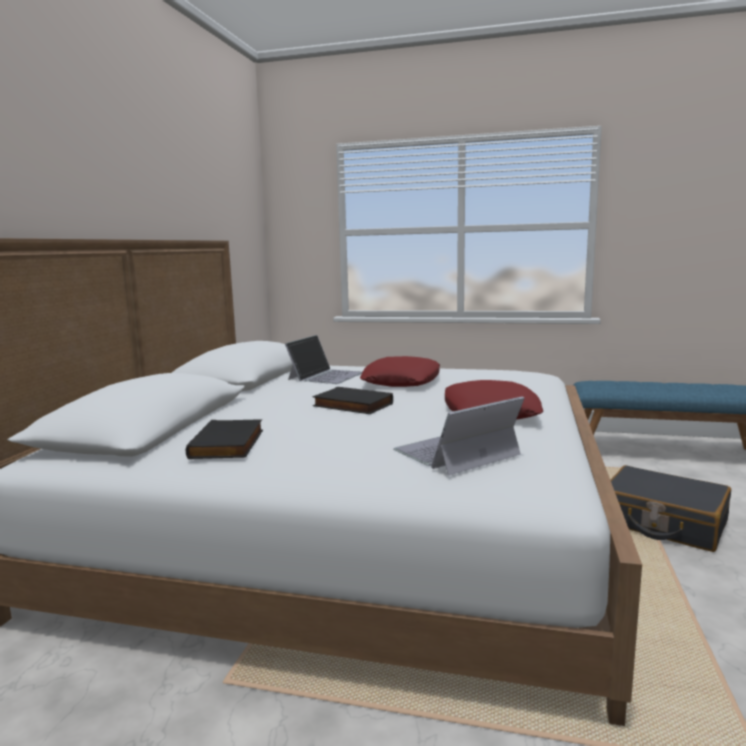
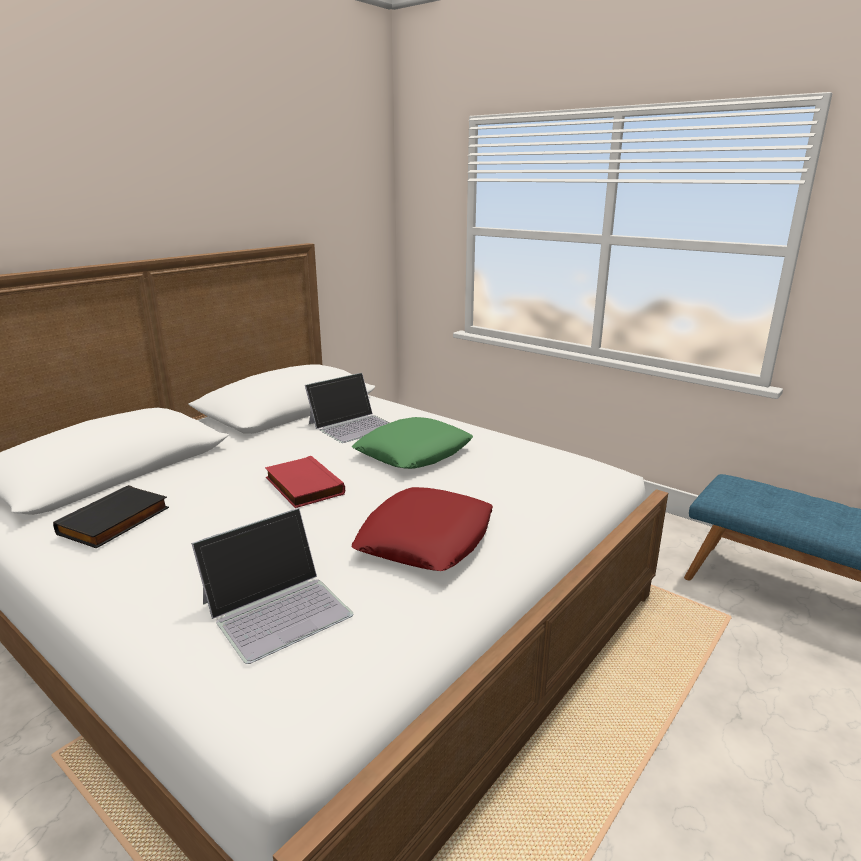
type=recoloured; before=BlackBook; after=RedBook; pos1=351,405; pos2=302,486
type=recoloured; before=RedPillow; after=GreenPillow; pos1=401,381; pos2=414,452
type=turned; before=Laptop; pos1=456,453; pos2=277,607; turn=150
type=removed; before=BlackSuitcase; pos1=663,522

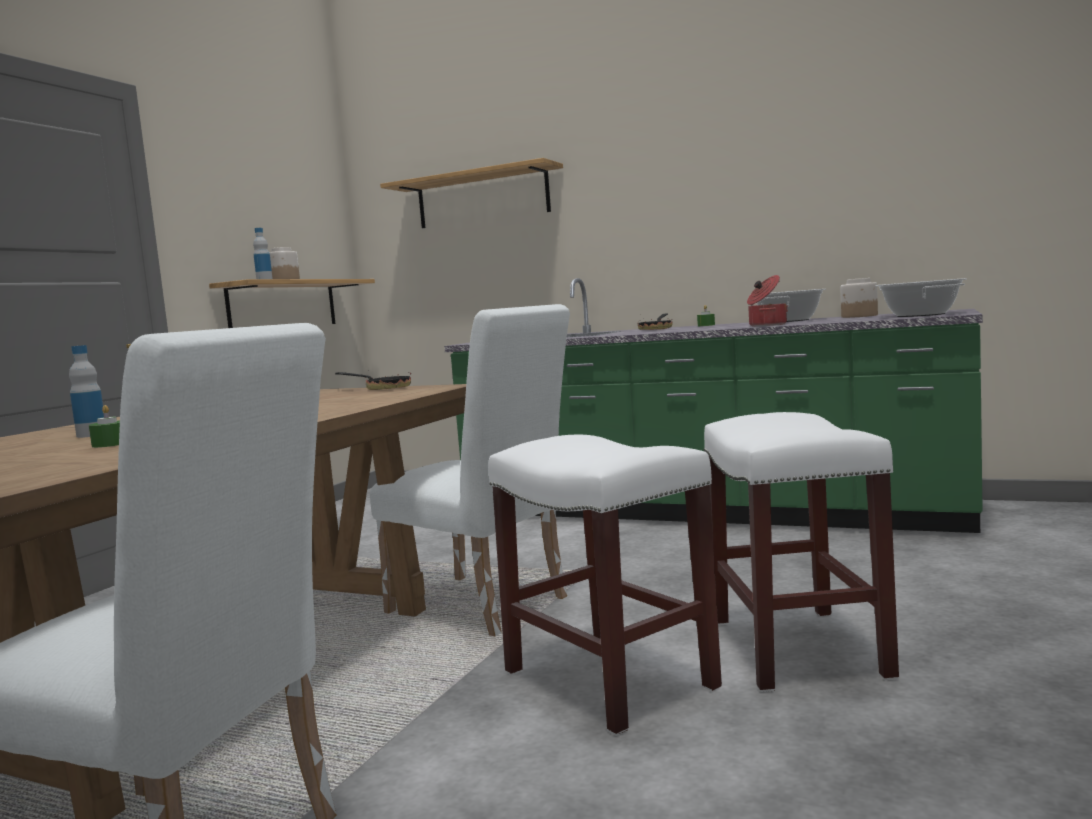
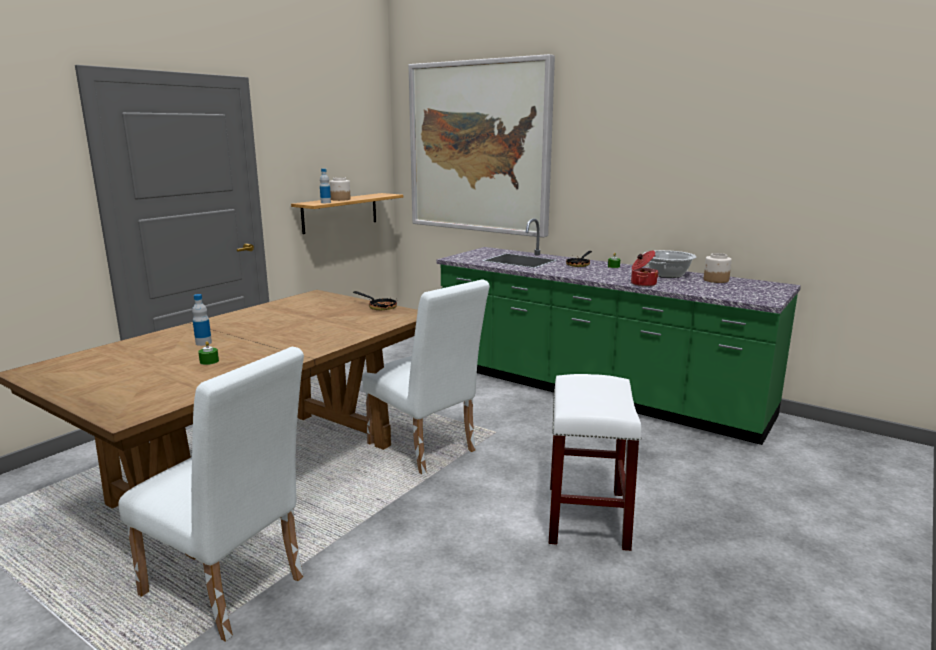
type=replaced; before=Shelf; after=Picture; pos1=482,198; pos2=479,147
type=removed; before=WhiteStool; pos1=606,679
type=removed; before=CookingPot; pos1=920,315

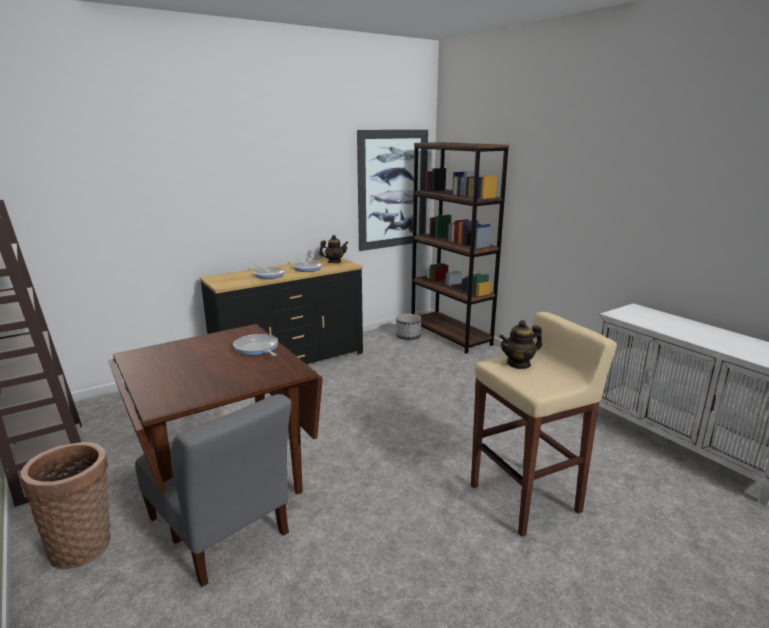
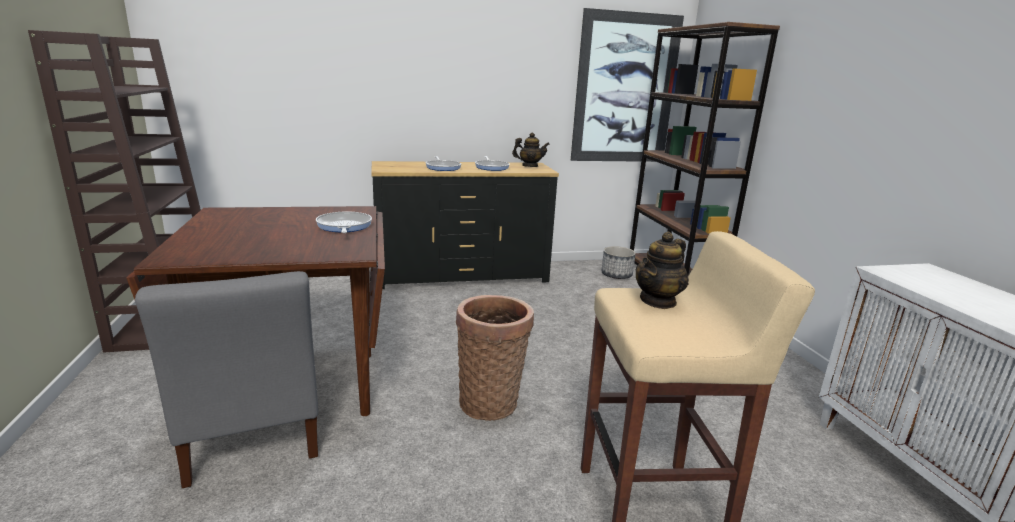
type=moved; before=Basket; pos1=83,544; pos2=491,401
type=turned; before=Teapot; pos1=519,364; pos2=658,301; turn=-45

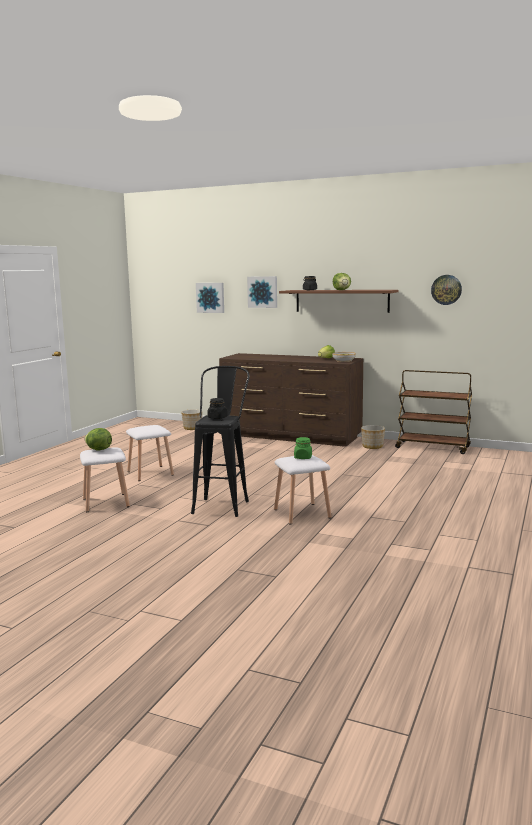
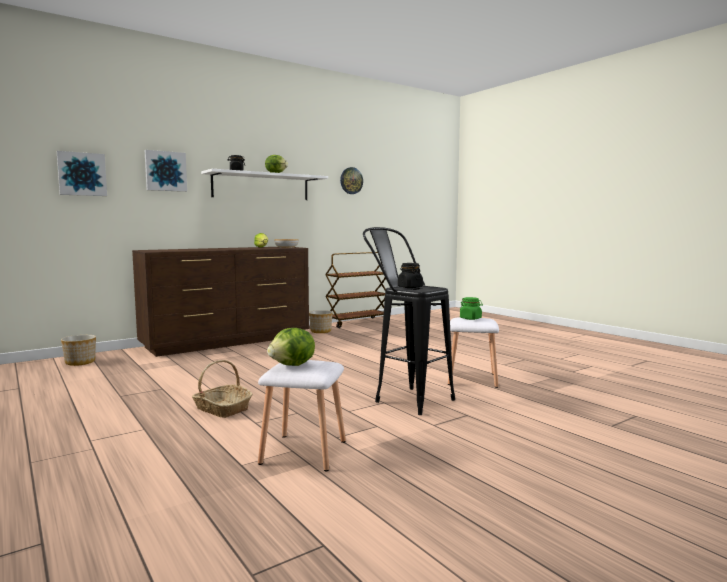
type=replaced; before=WhiteStool; after=Basket; pos1=151,473; pos2=222,409
type=recoloured; before=BrownShelf; after=WhiteShelf; pos1=342,301; pos2=261,186

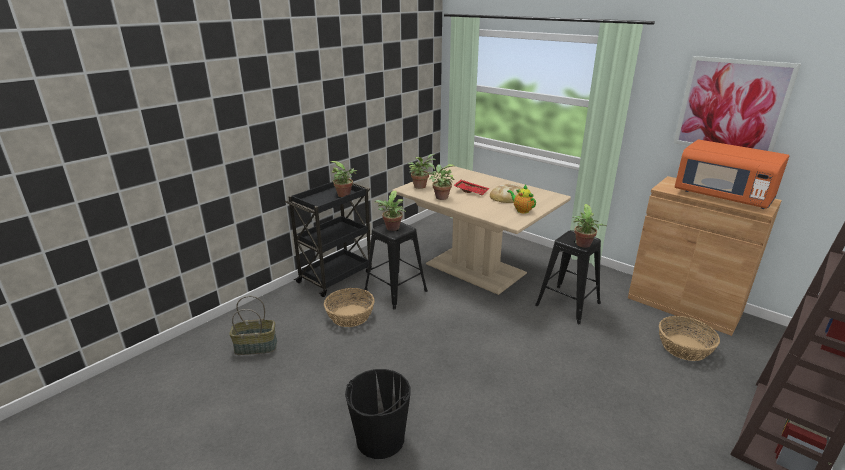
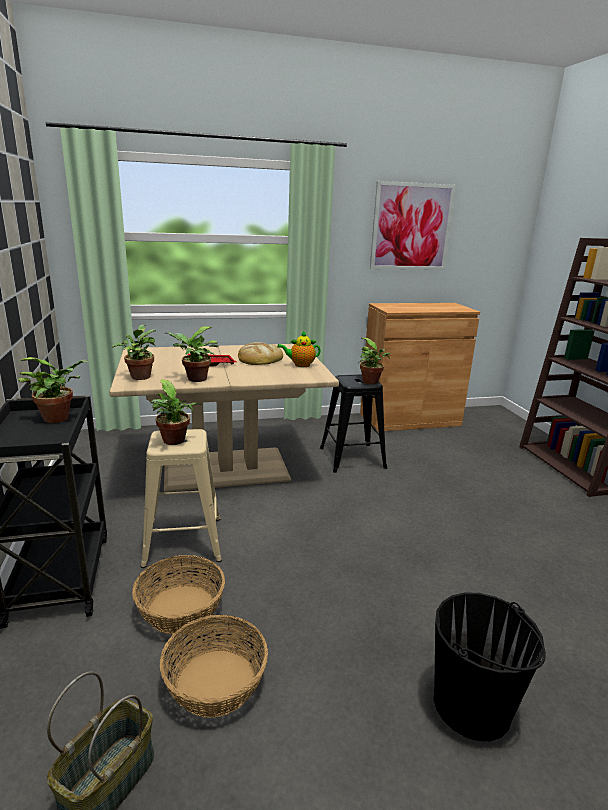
type=recoloured; before=BlackStool; after=BeigeStool; pos1=394,291; pos2=182,541
type=moved; before=Basket; pos1=684,347; pos2=216,681
type=removed; before=OrangeMicrowave; pos1=723,196

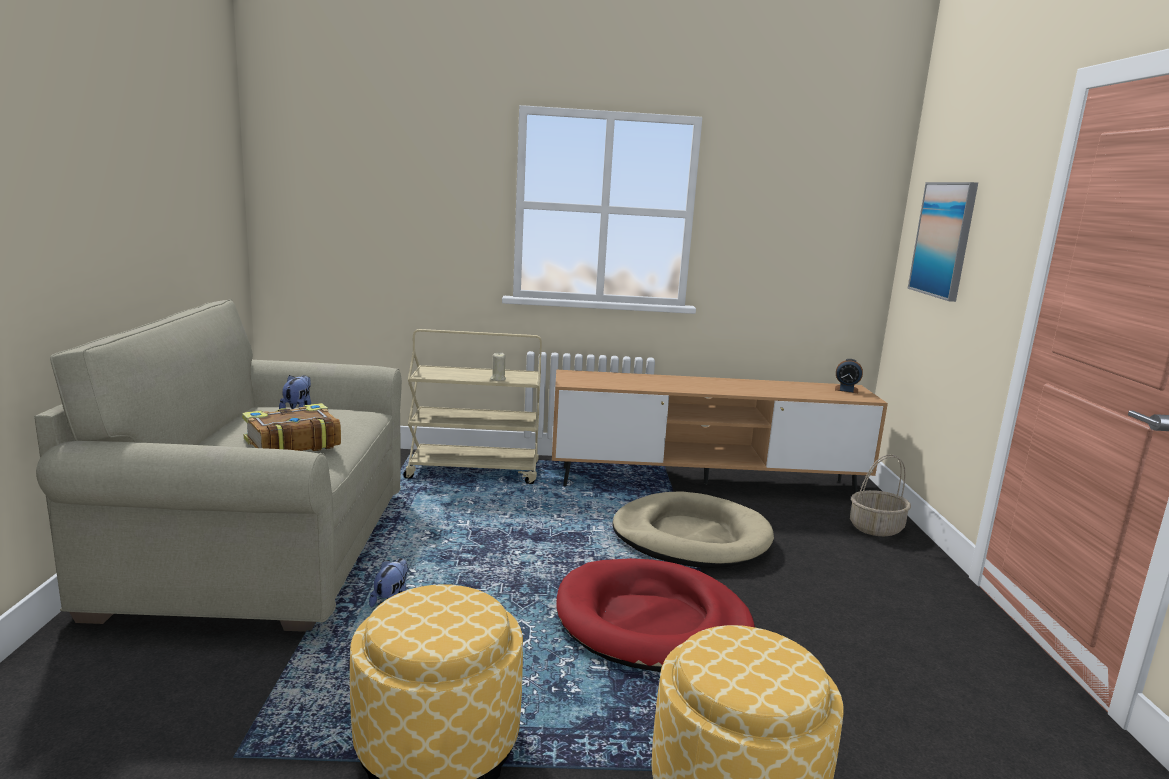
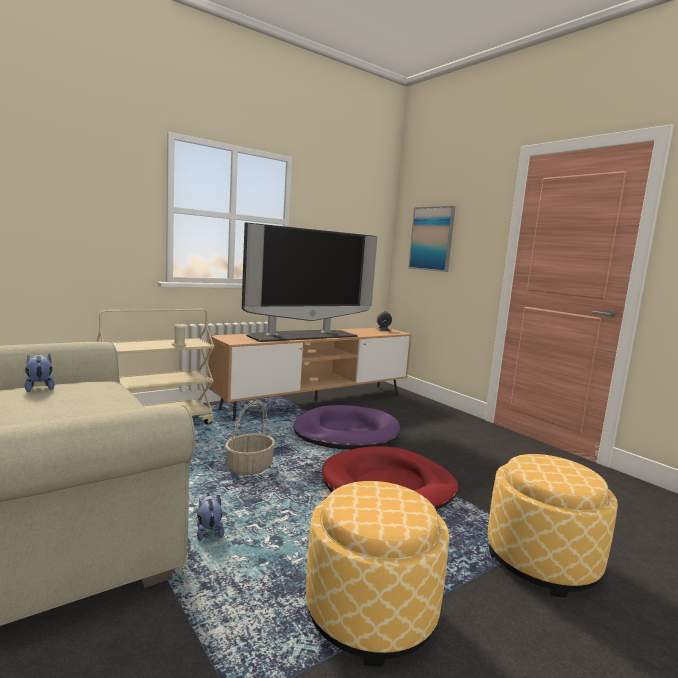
type=removed; before=Book; pos1=291,443
type=recoloured; before=BeigeDogBed; after=PurpleDogBed; pos1=691,537; pos2=346,432
type=moved; before=Basket; pos1=876,528; pos2=249,467
type=added; after=Television; pos2=303,335

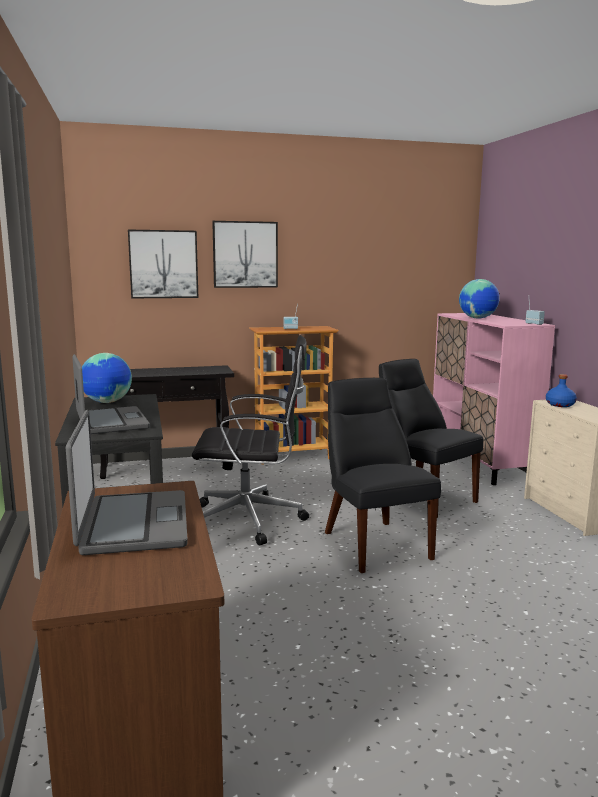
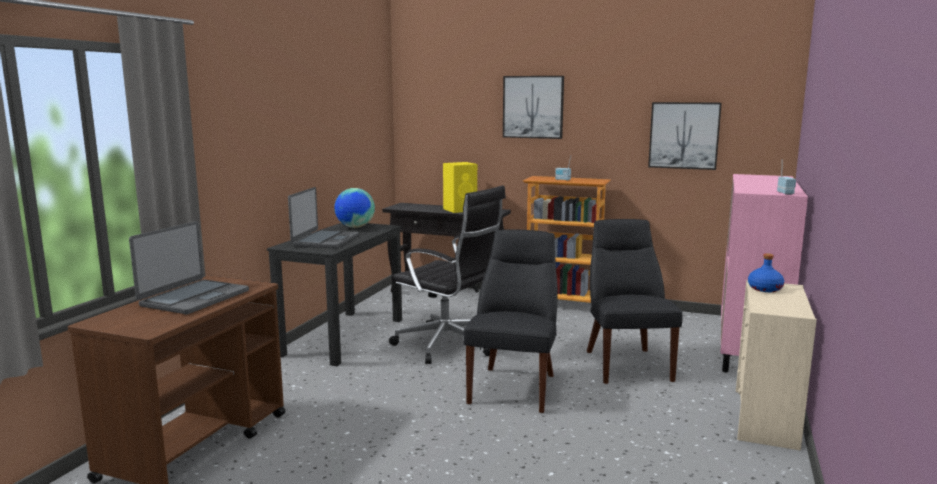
type=moved; before=Picture; pos1=163,264; pos2=684,135
type=removed; before=Globe; pos1=478,318
type=added; after=YellowSpeaker; pos2=460,209

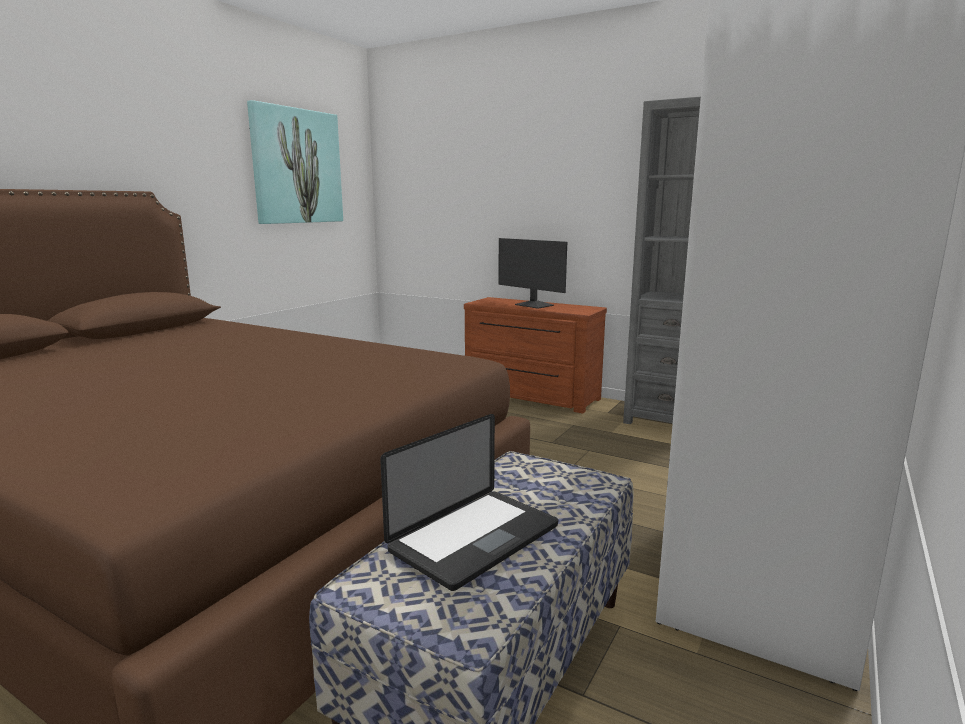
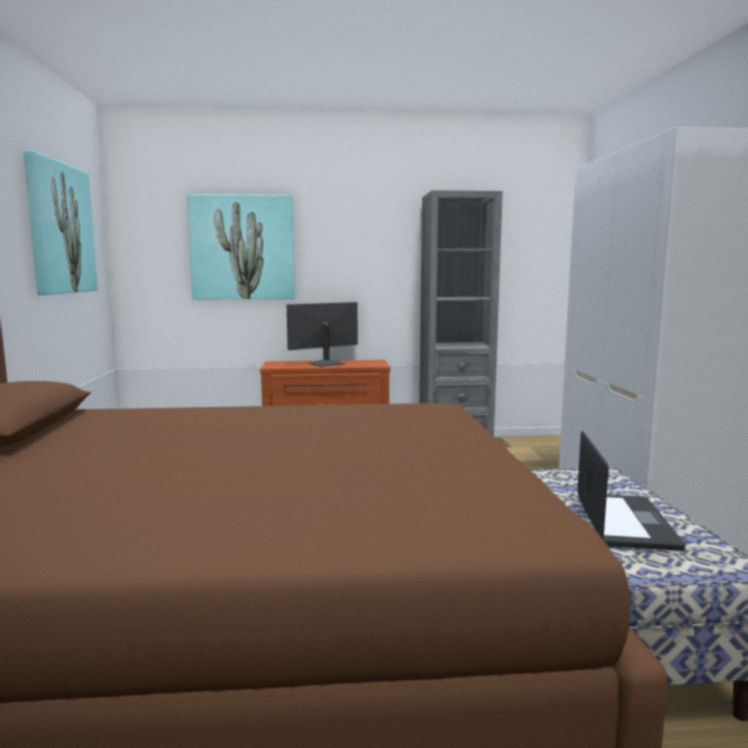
type=turned; before=Monitor; pos1=533,305; pos2=326,363; turn=135
type=added; after=Picture; pos2=242,247

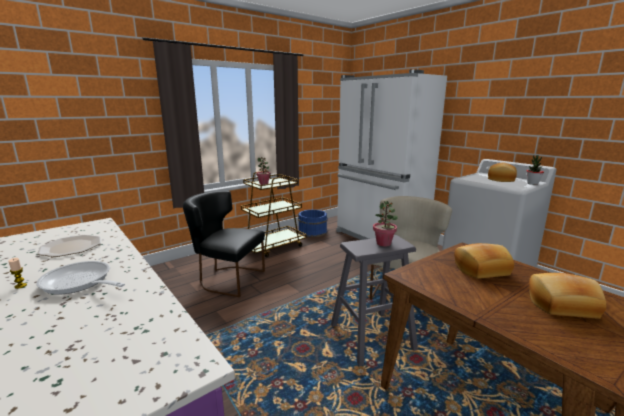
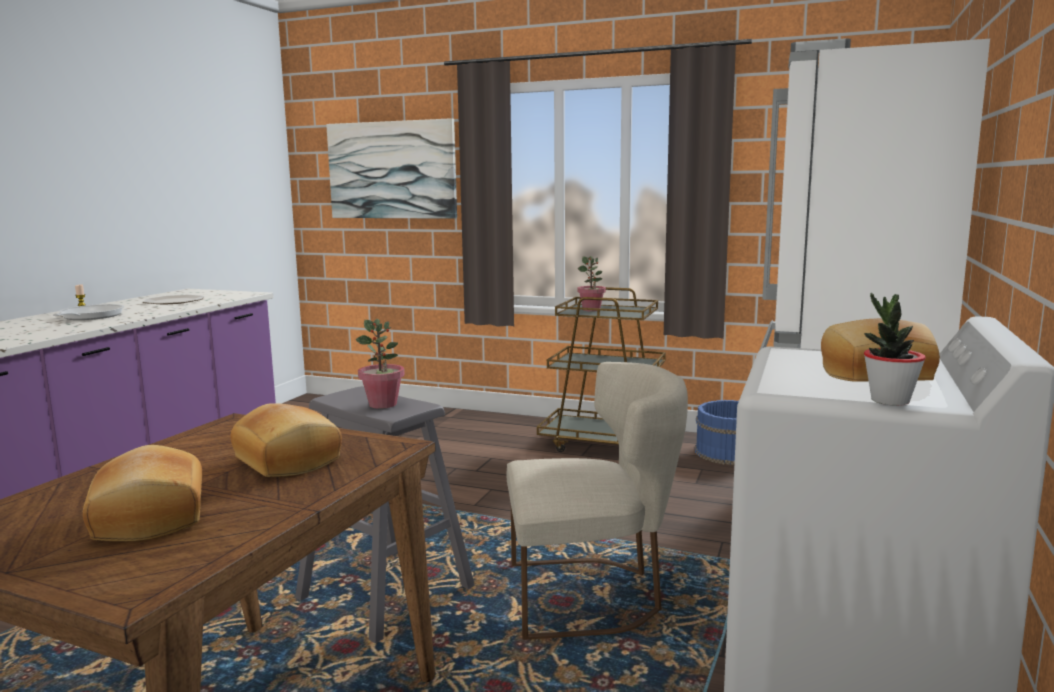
type=removed; before=BlackChair; pos1=227,279
type=added; after=Picture; pos2=392,170

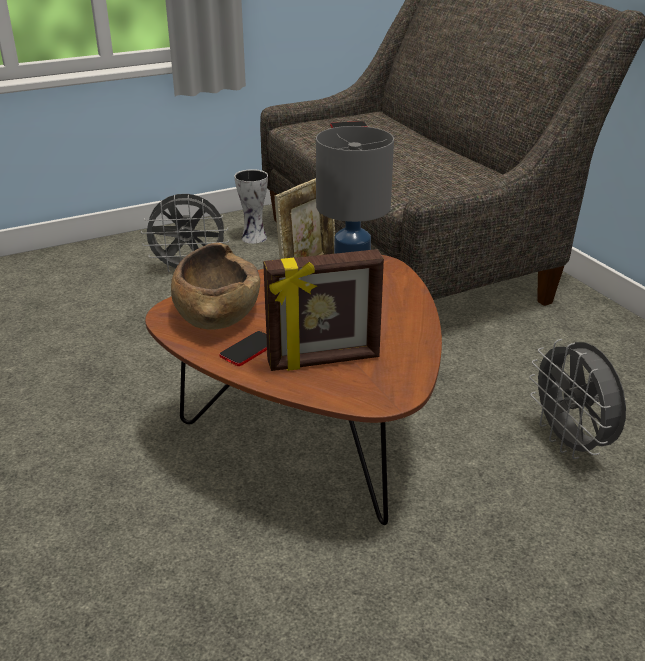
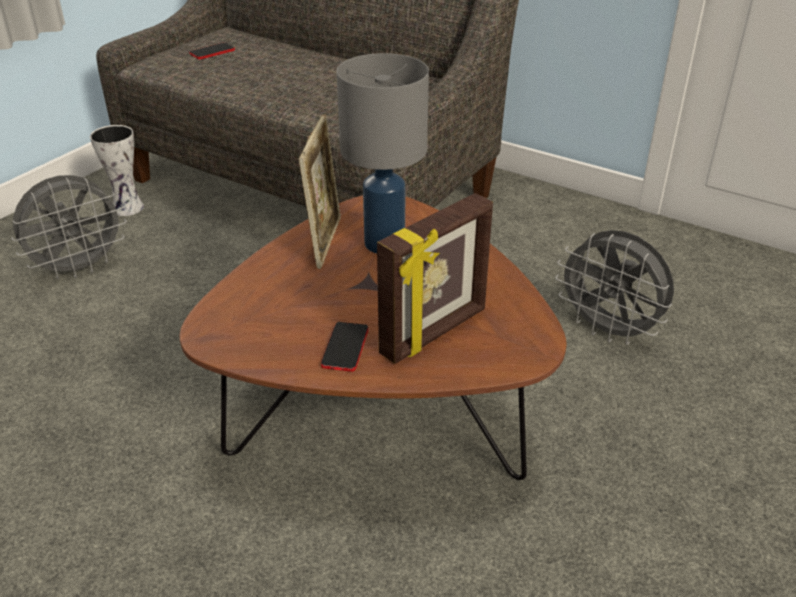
type=removed; before=BrownBowl; pos1=217,311

